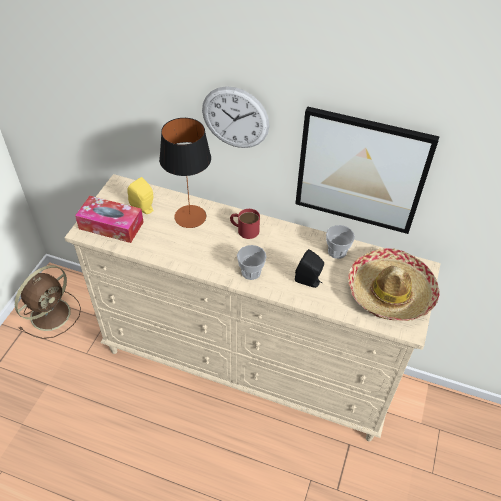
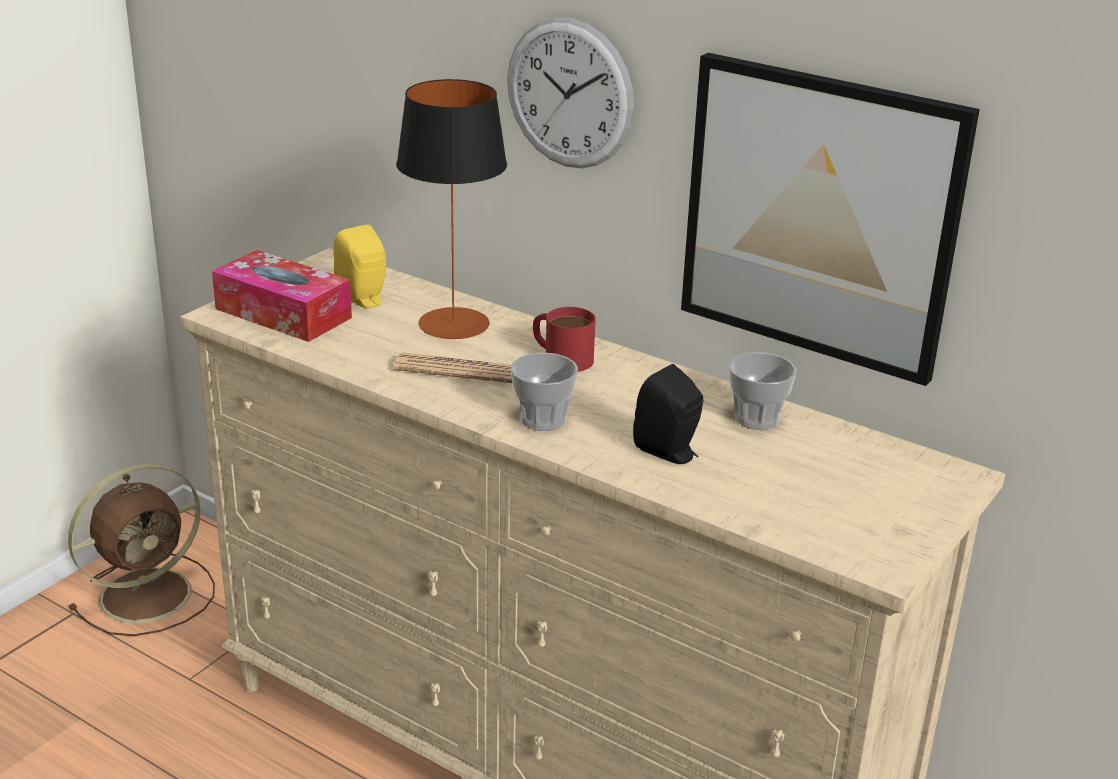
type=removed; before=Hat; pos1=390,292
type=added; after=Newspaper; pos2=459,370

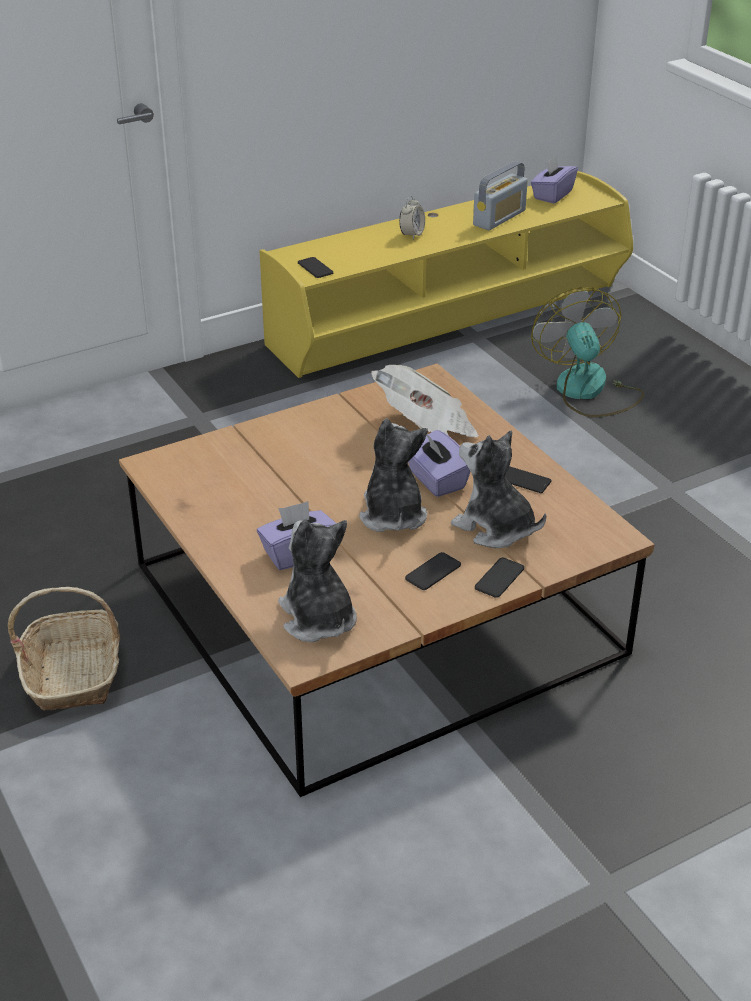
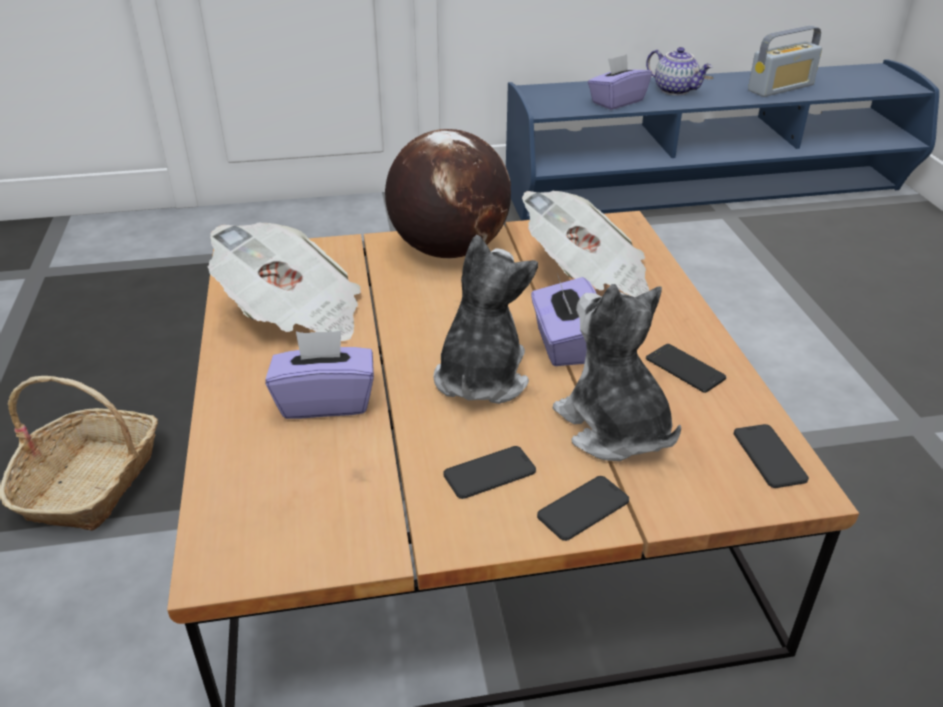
type=recoloured; before=YellowTvStand; after=BlueTvStand; pos1=451,320; pos2=707,194
type=removed; before=PlushToy; pos1=318,619
type=moved; before=Phone; pos1=315,268; pos2=769,456
type=replaced; before=AlarmClock; after=Teapot; pos1=412,234; pos2=675,90
type=moved; before=PurpleTissueBox; pos1=552,195; pos2=617,102
type=removed; before=Fan; pos1=587,391
type=added; after=Newspaper; pos2=294,314
type=added; after=Globe; pos2=448,250

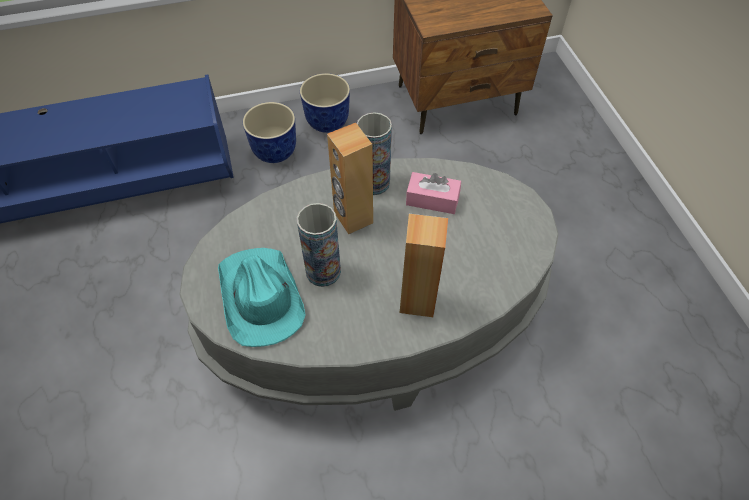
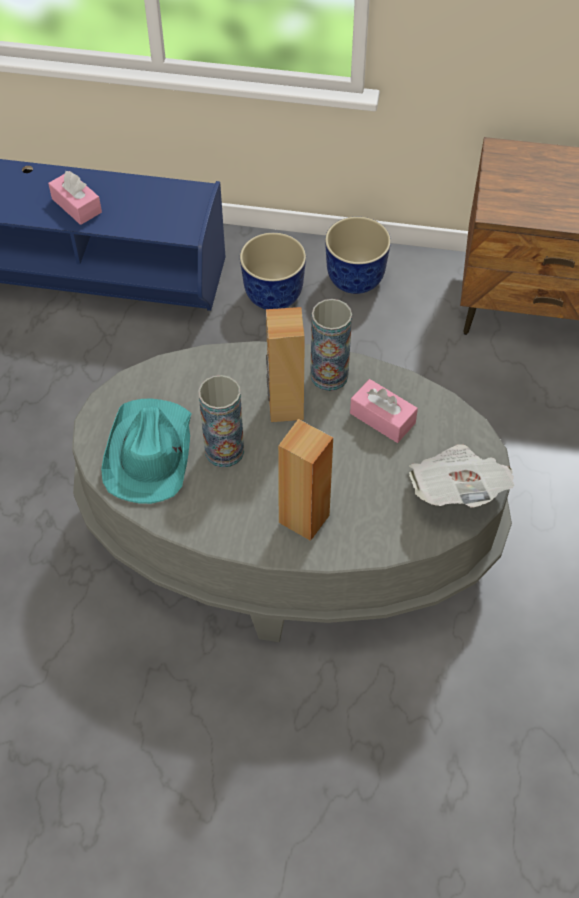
type=added; after=PinkTissueBox; pos2=76,205
type=added; after=Newspaper; pos2=457,490

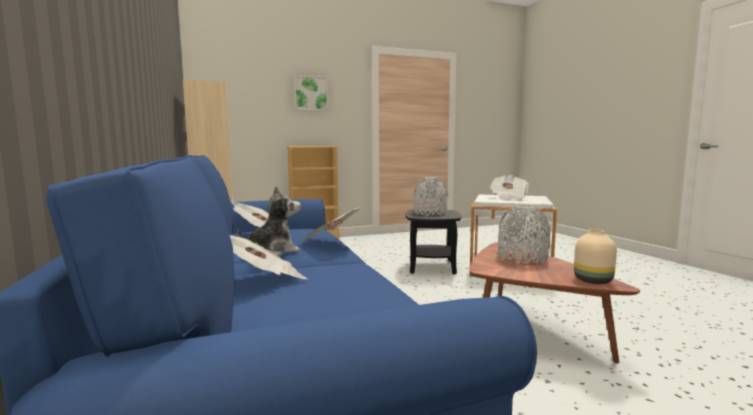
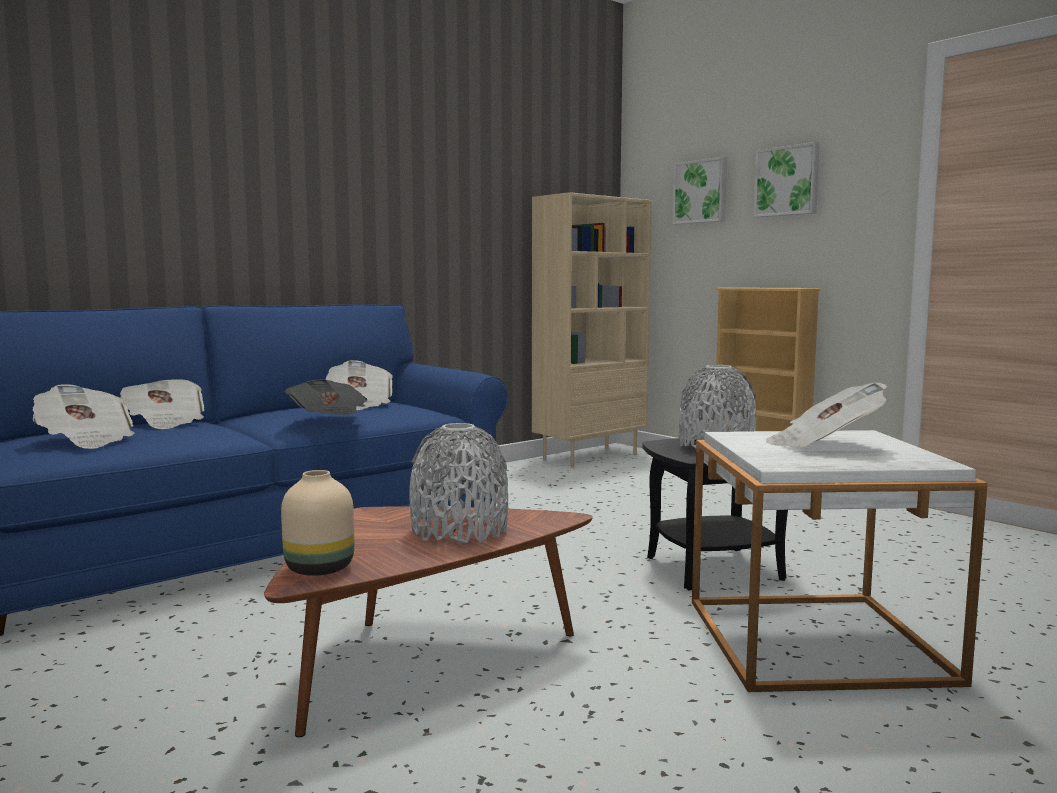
type=removed; before=PlushToy; pos1=273,251
type=added; after=Newspaper; pos2=86,441
type=added; after=Picture; pos2=701,192

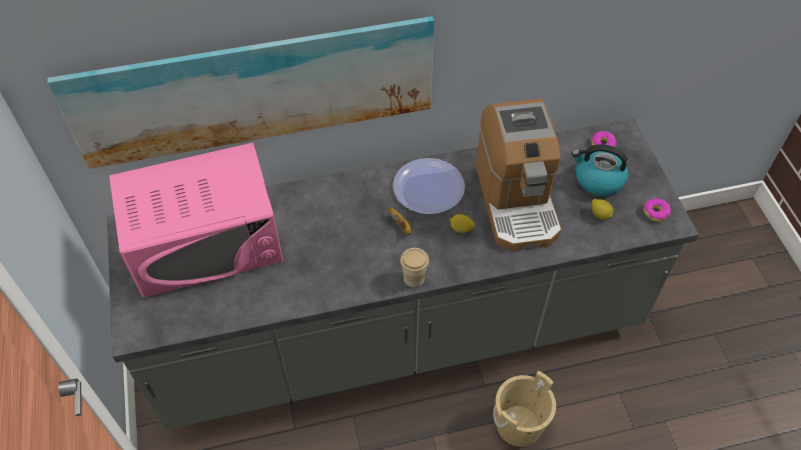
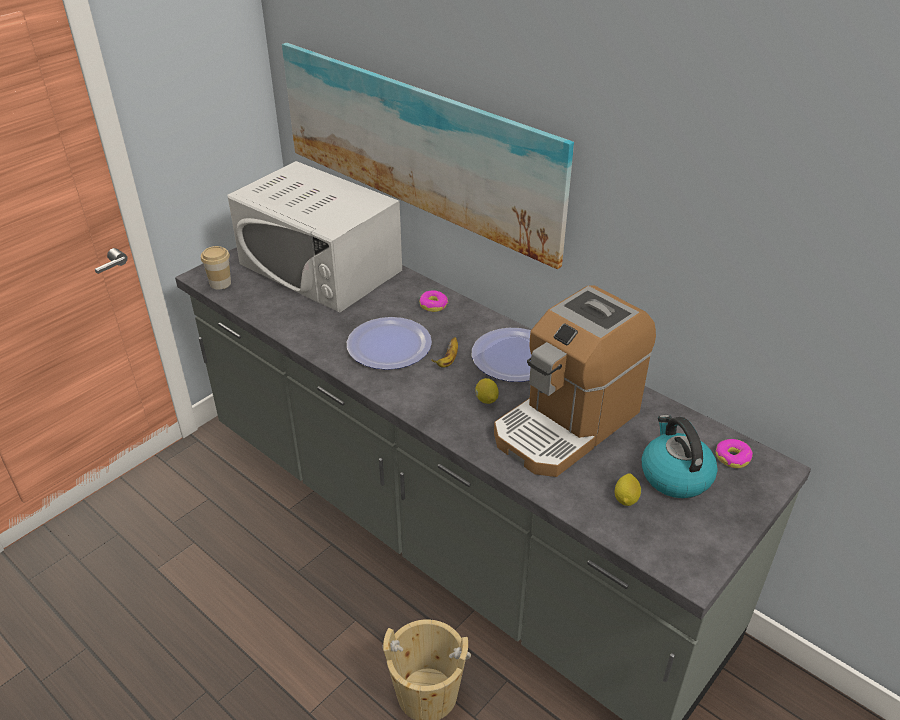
type=recoloured; before=PinkMicrowave; after=WhiteMicrowave; pos1=206,242; pos2=320,267
type=moved; before=Cup; pos1=414,278; pos2=220,283
type=moved; before=Donut; pos1=656,212; pos2=433,305
type=added; after=Plate; pos2=389,345

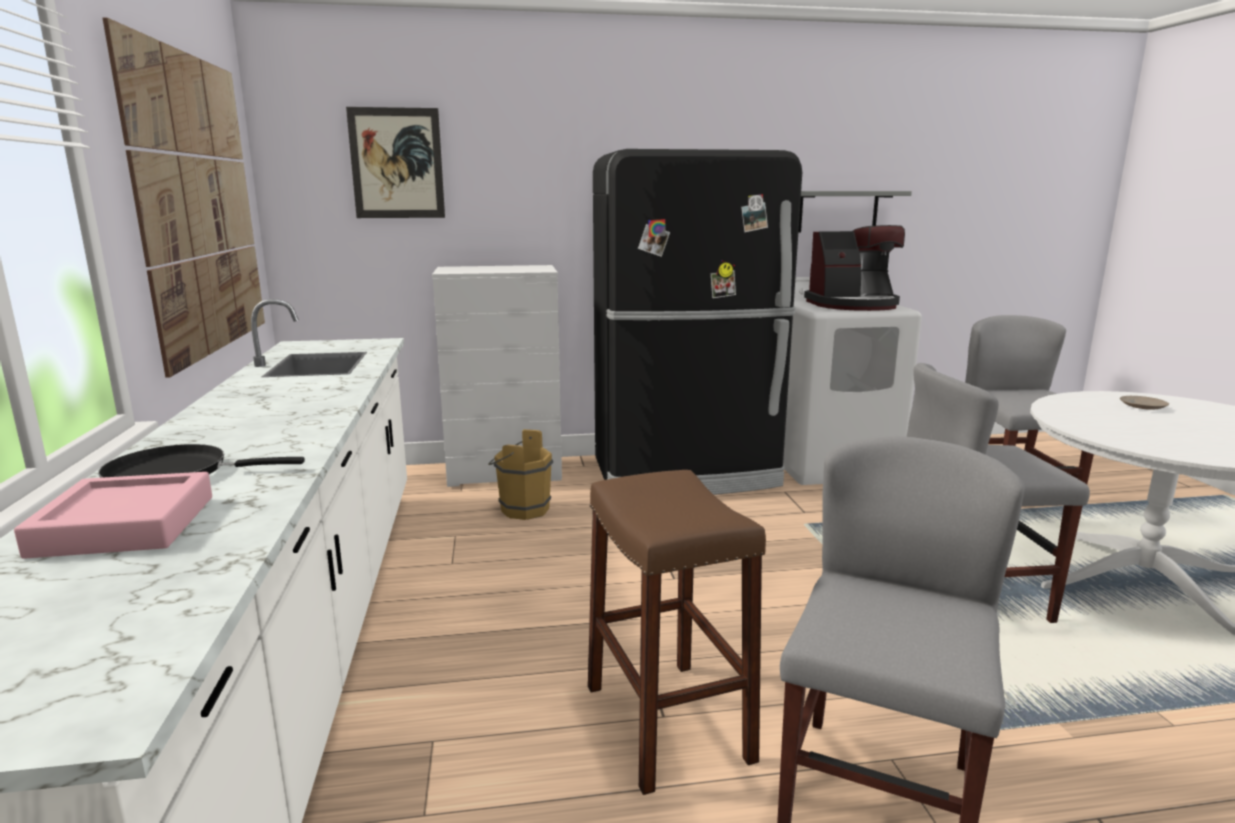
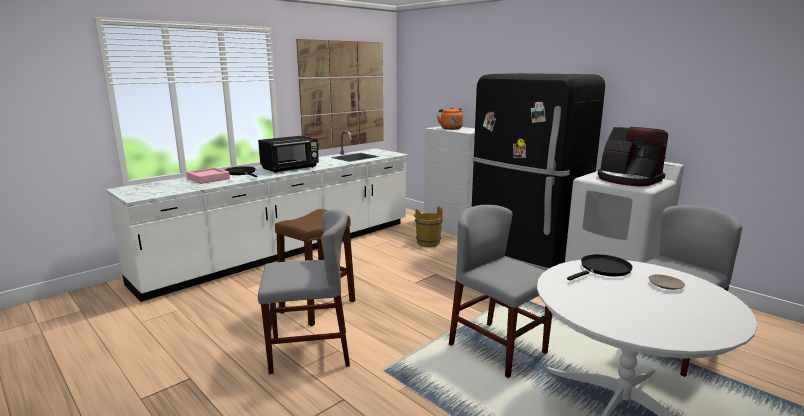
type=removed; before=Picture; pos1=397,163
type=removed; before=GreyShelf; pos1=837,211
type=added; after=BlackMicrowave; pos2=290,168
type=added; after=OrangeKettle; pos2=450,128
type=added; after=BlackFryingPan; pos2=603,269

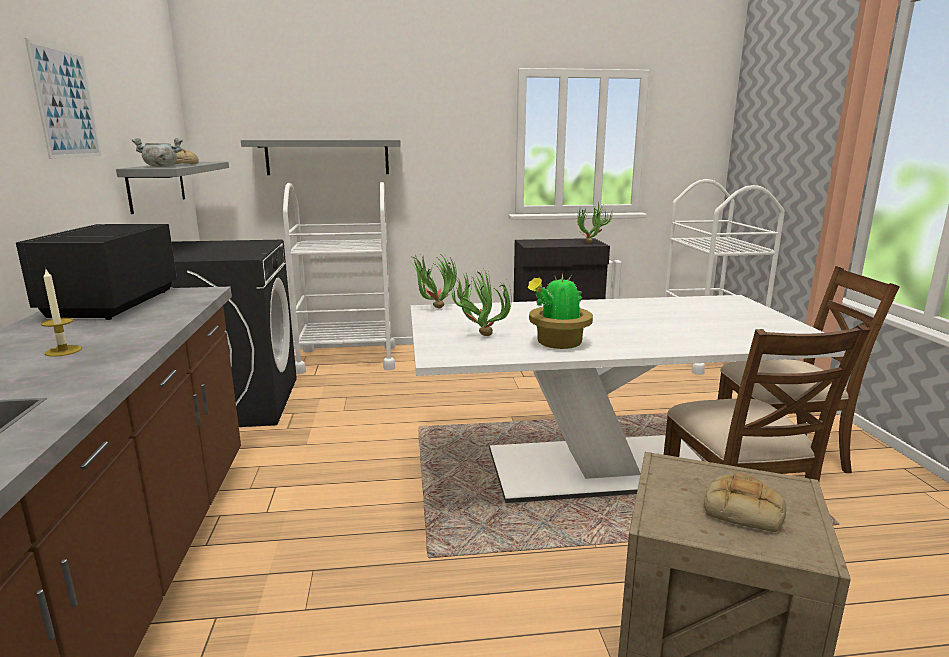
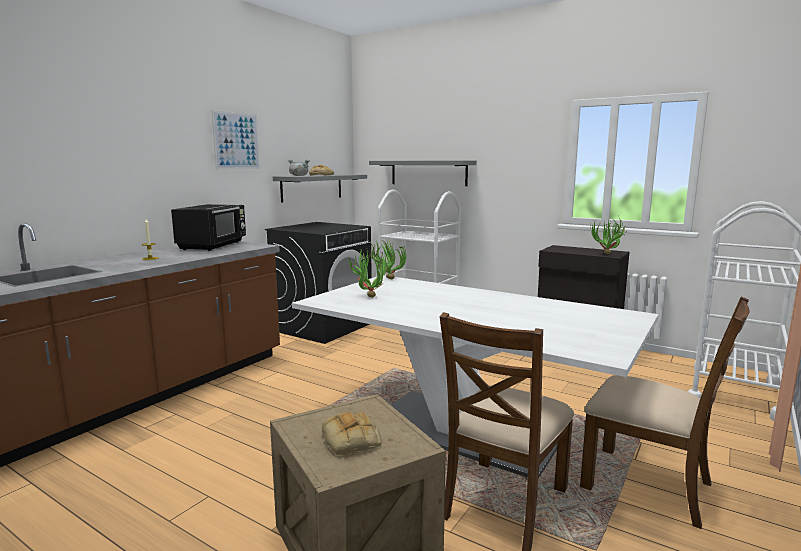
type=turned; before=BlackMicrowave; pos1=110,305; pos2=213,245; turn=150
type=removed; before=PottedPlant; pos1=557,344

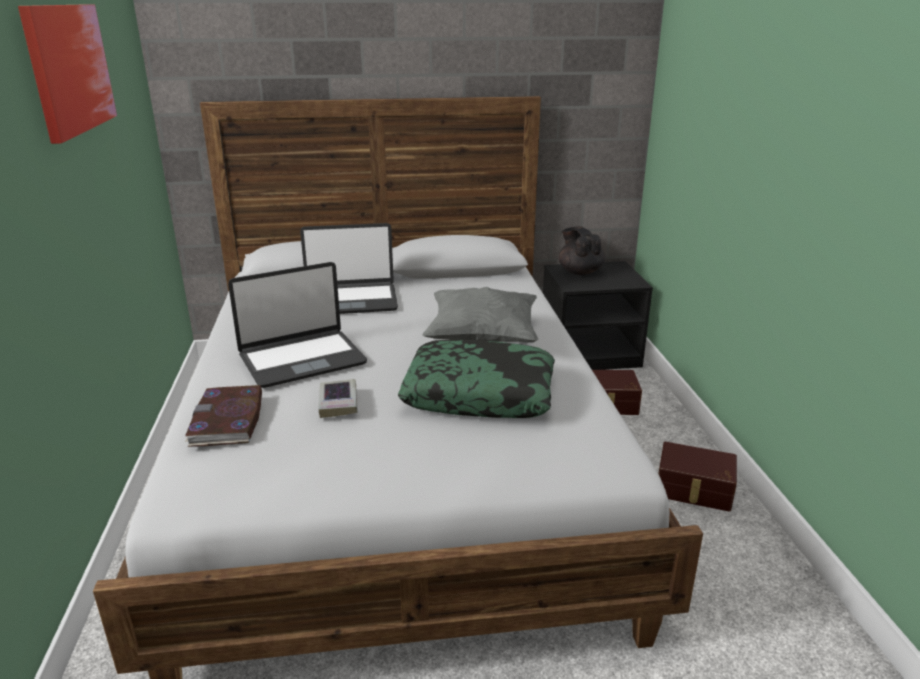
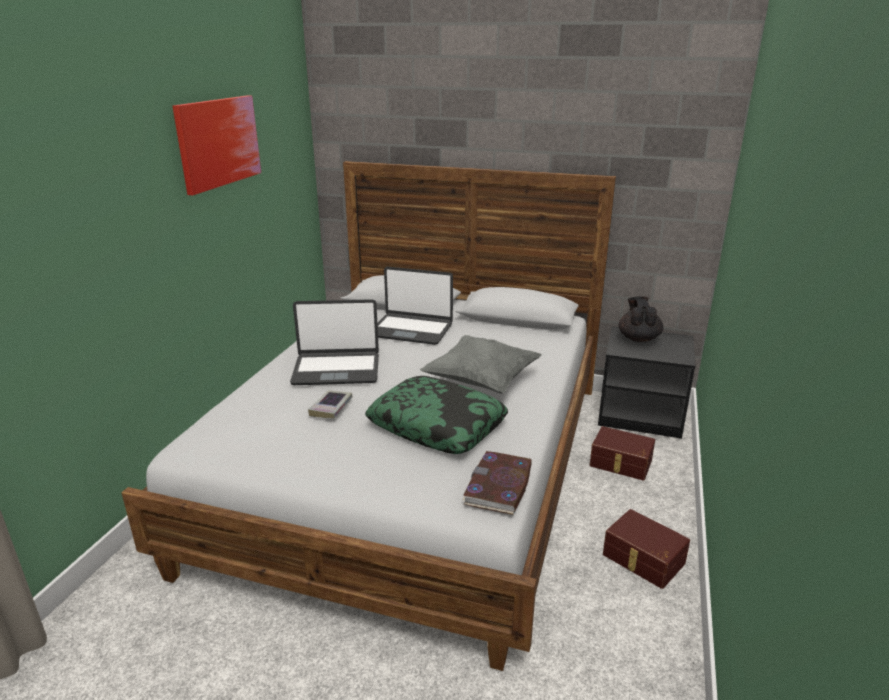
type=moved; before=Book; pos1=228,420; pos2=499,486

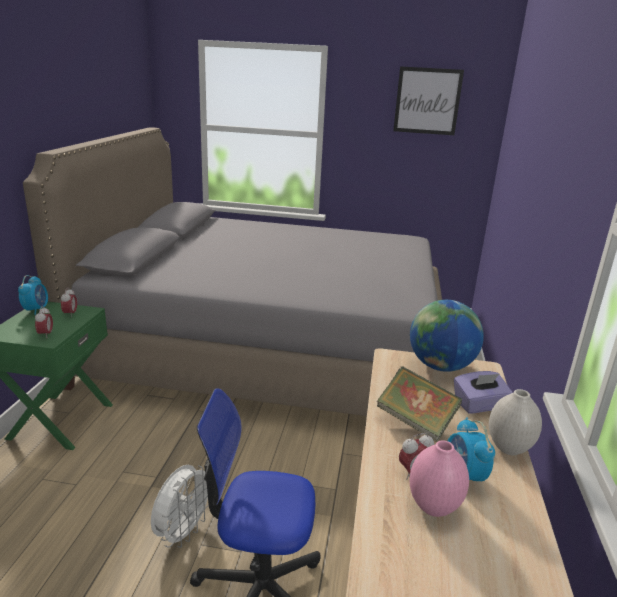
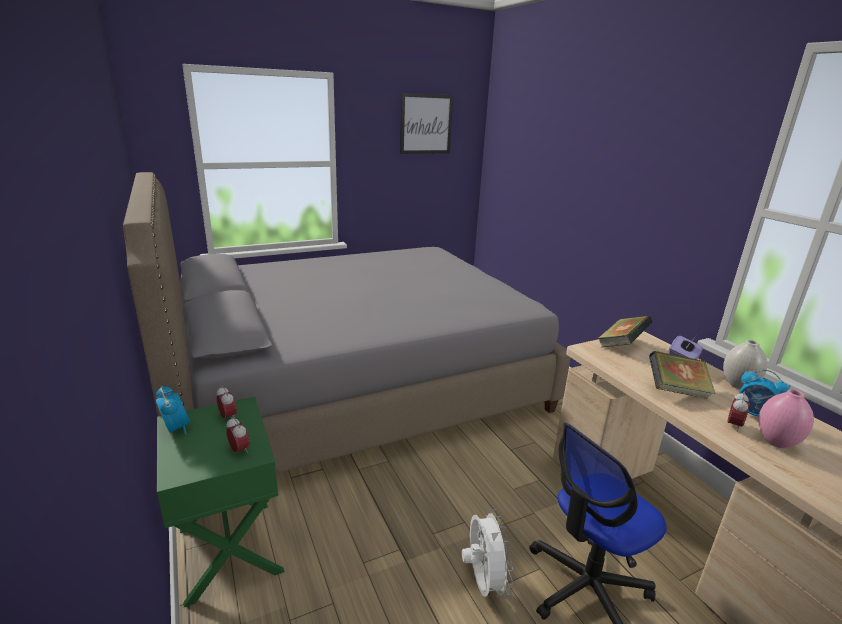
type=replaced; before=Globe; after=Book; pos1=440,366; pos2=621,345

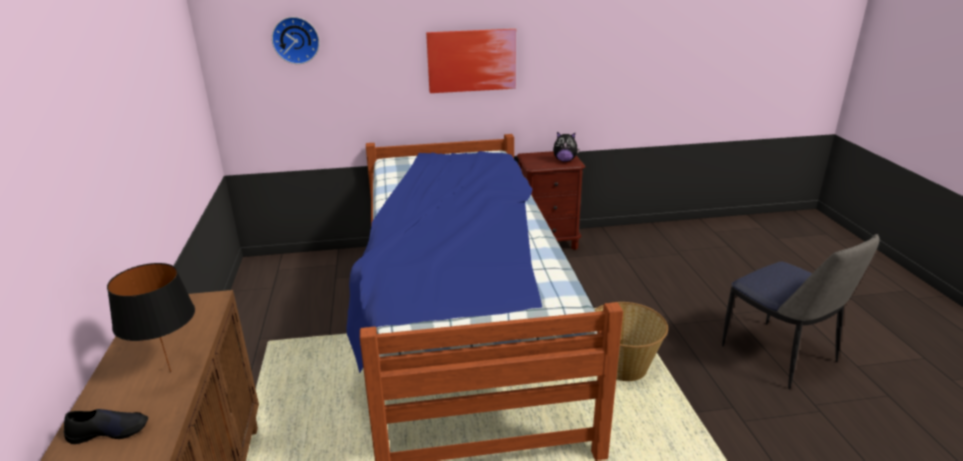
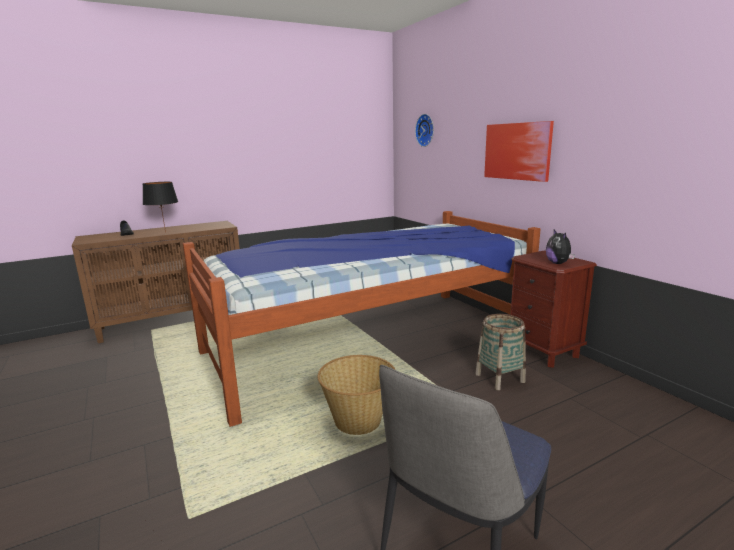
type=added; after=Basket; pos2=499,378

